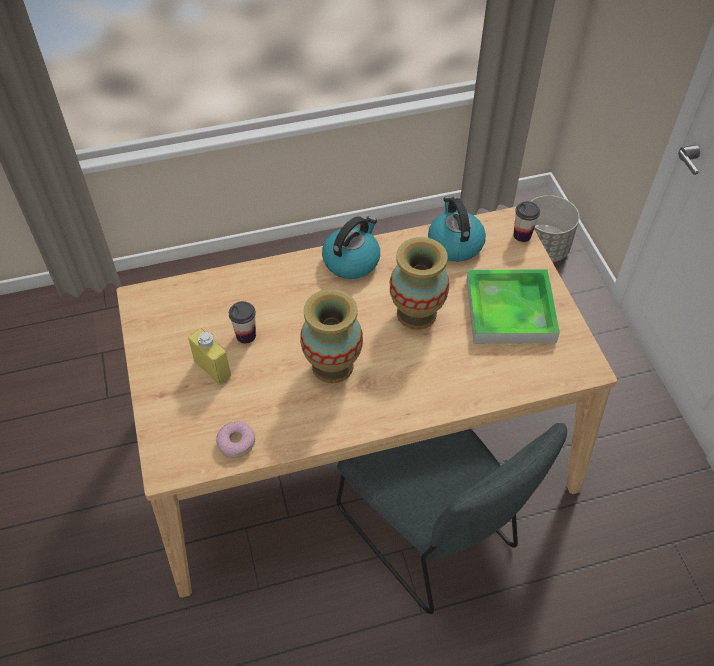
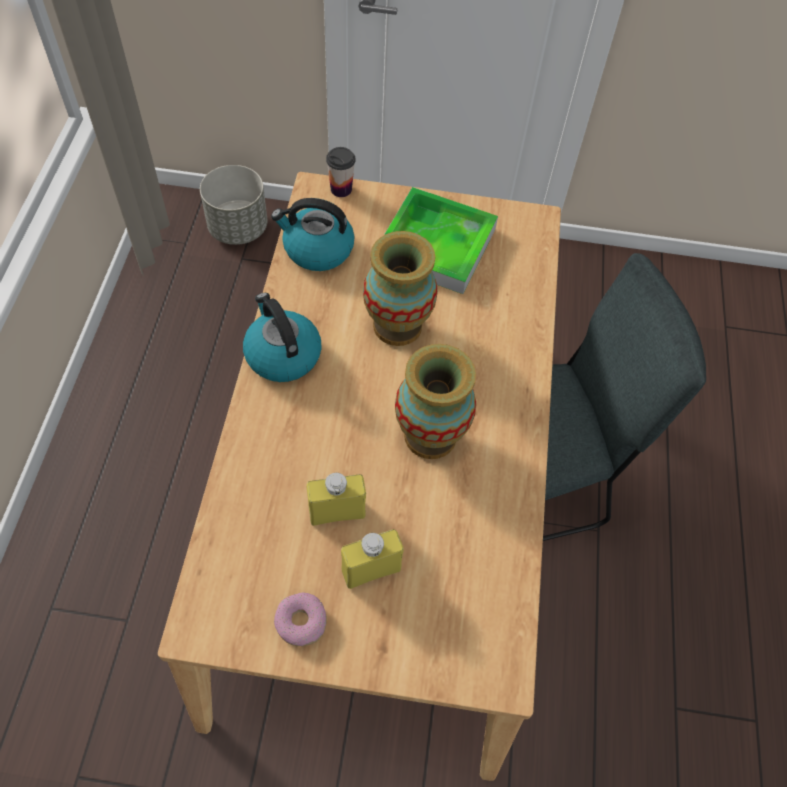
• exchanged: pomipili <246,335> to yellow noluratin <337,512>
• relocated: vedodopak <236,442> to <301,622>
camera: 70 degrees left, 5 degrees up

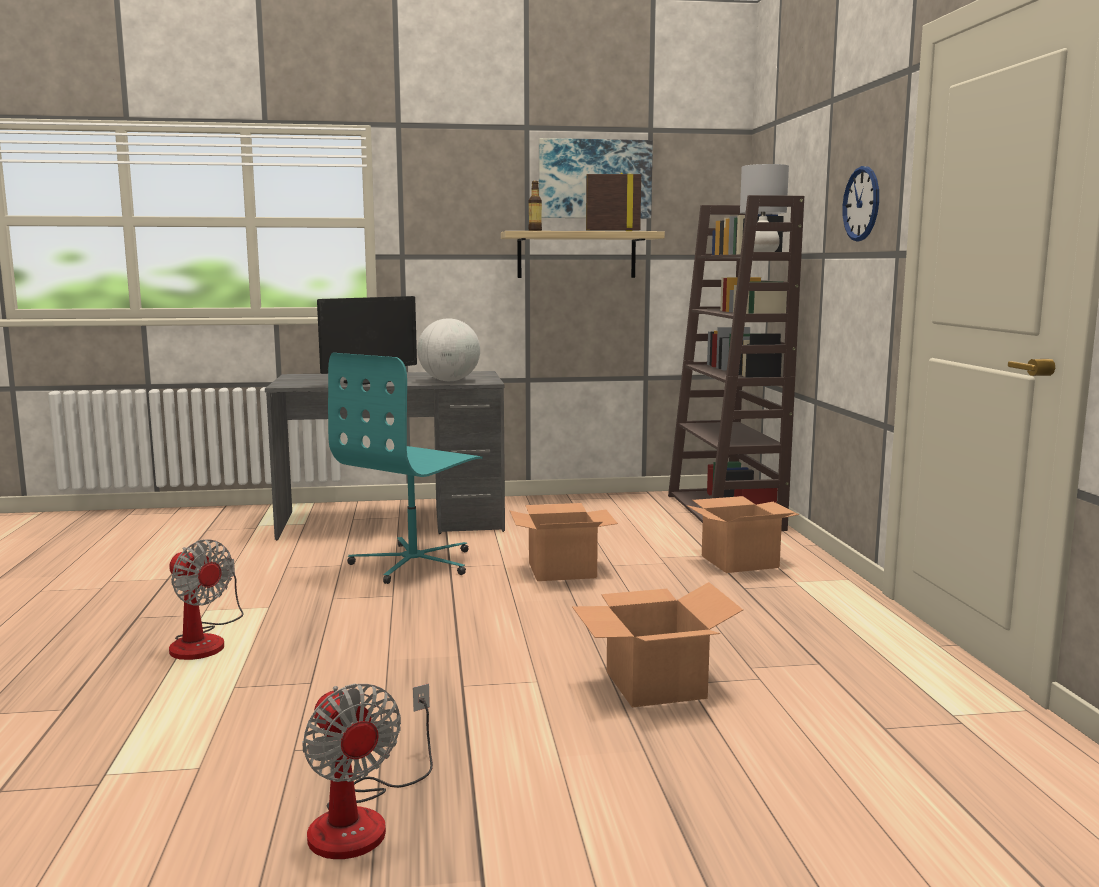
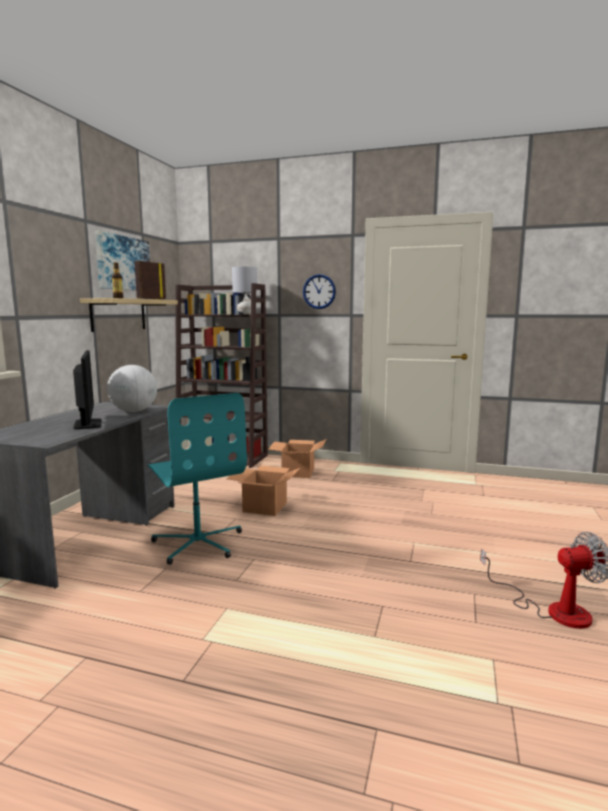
• missing: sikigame <204,640>
• missing: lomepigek <656,685>
camera: 65 degrees left, 0 degrees up

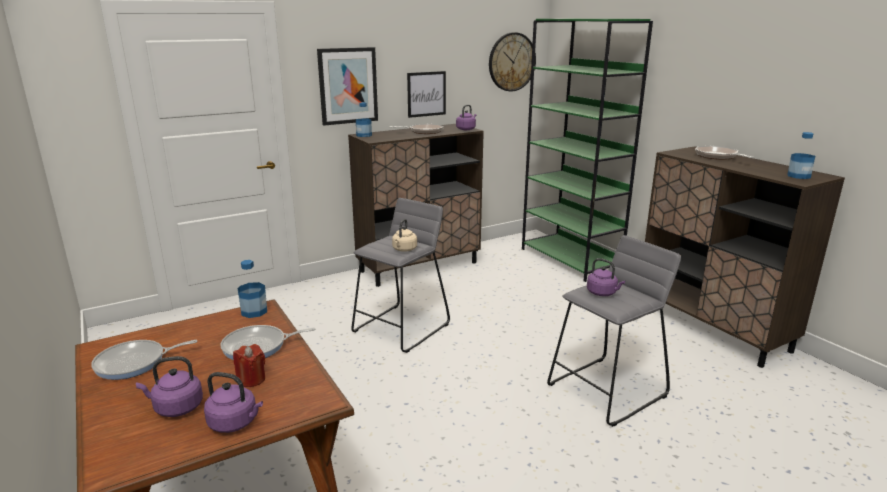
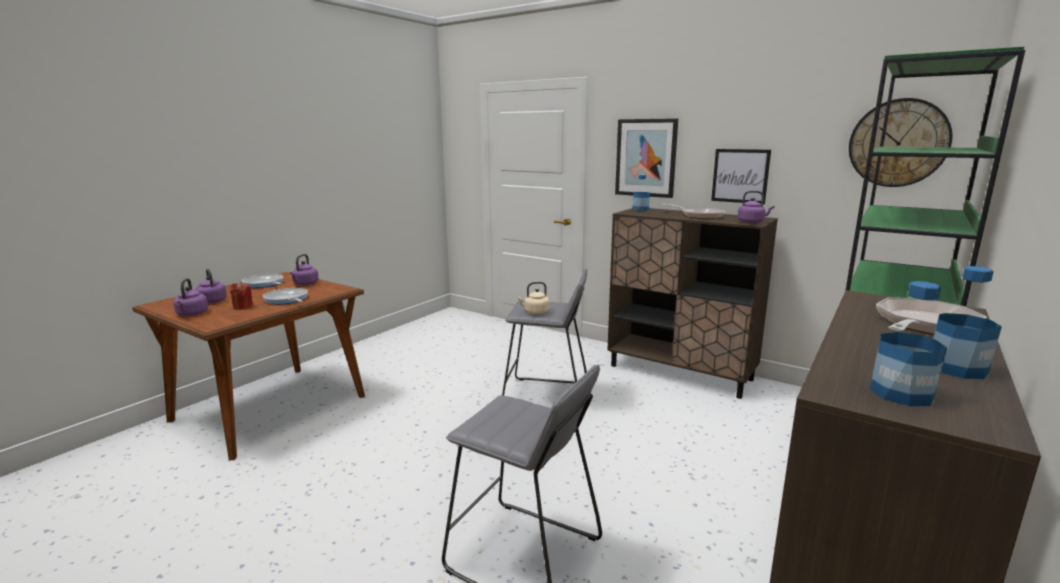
• relocated: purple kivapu <603,293> to <305,284>
• relocated: noluratin <254,311> to <957,368>
camera: 65 degrees right, 5 degrees down

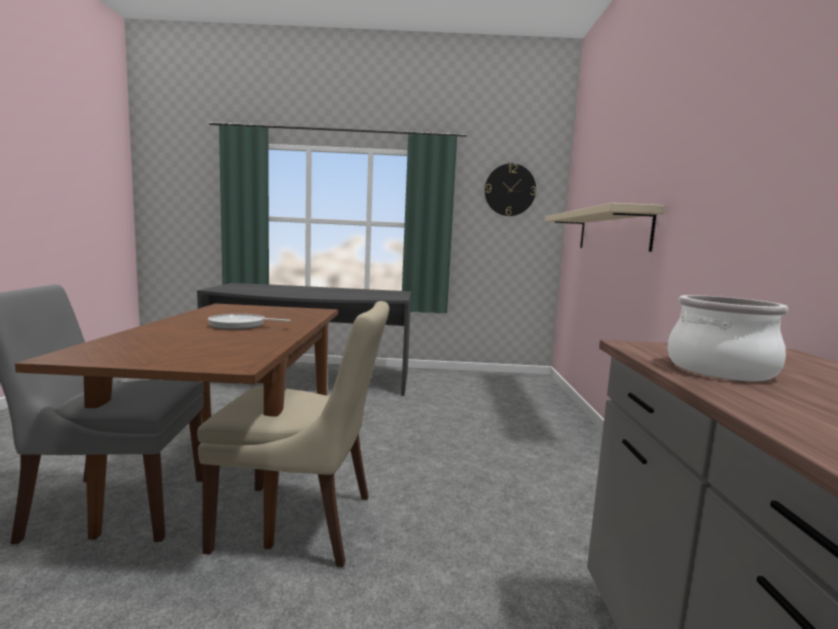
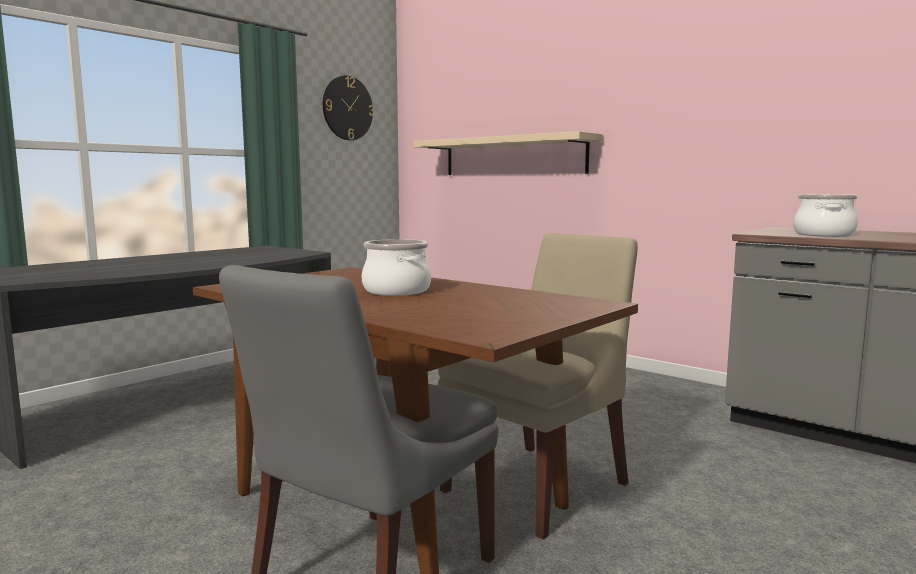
• exchanged: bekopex <240,325> to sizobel <397,291>
camera: 50 degrees left, 0 degrees up

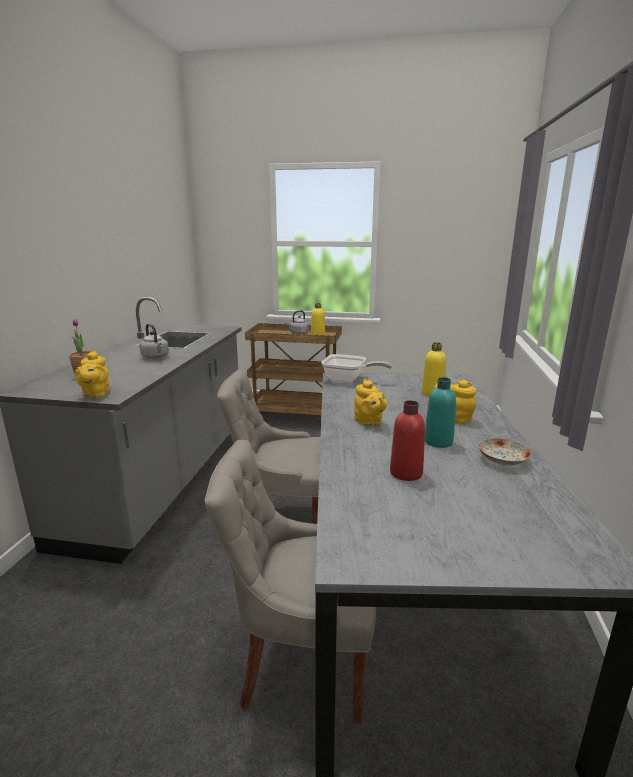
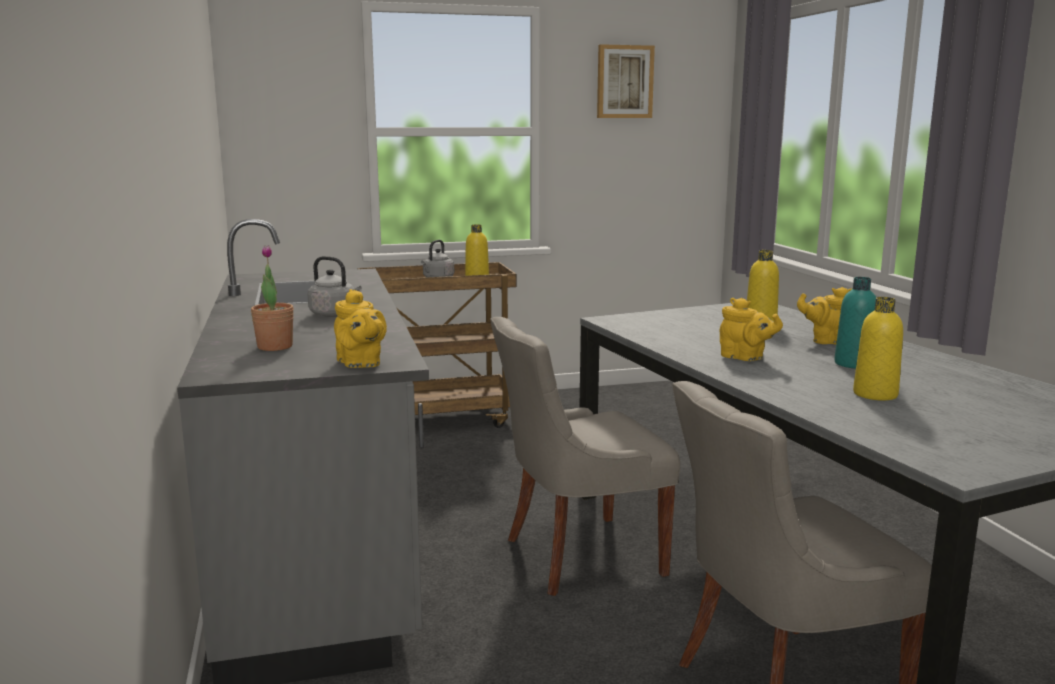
• missing: bekopex <348,380>
• colour: red noluratin <406,473> to yellow noluratin <875,394>
• missing: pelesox <502,460>
• appeared: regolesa <624,82>
camera: 25 degrees left, 5 degrees down

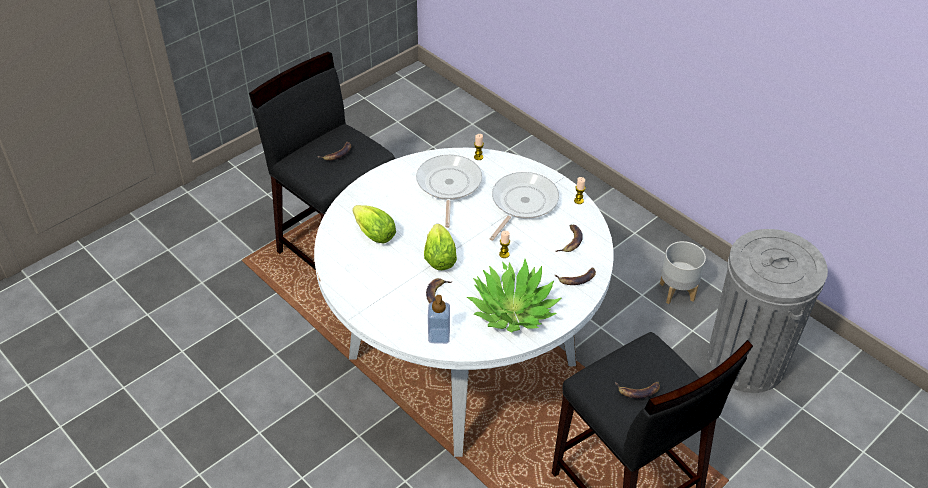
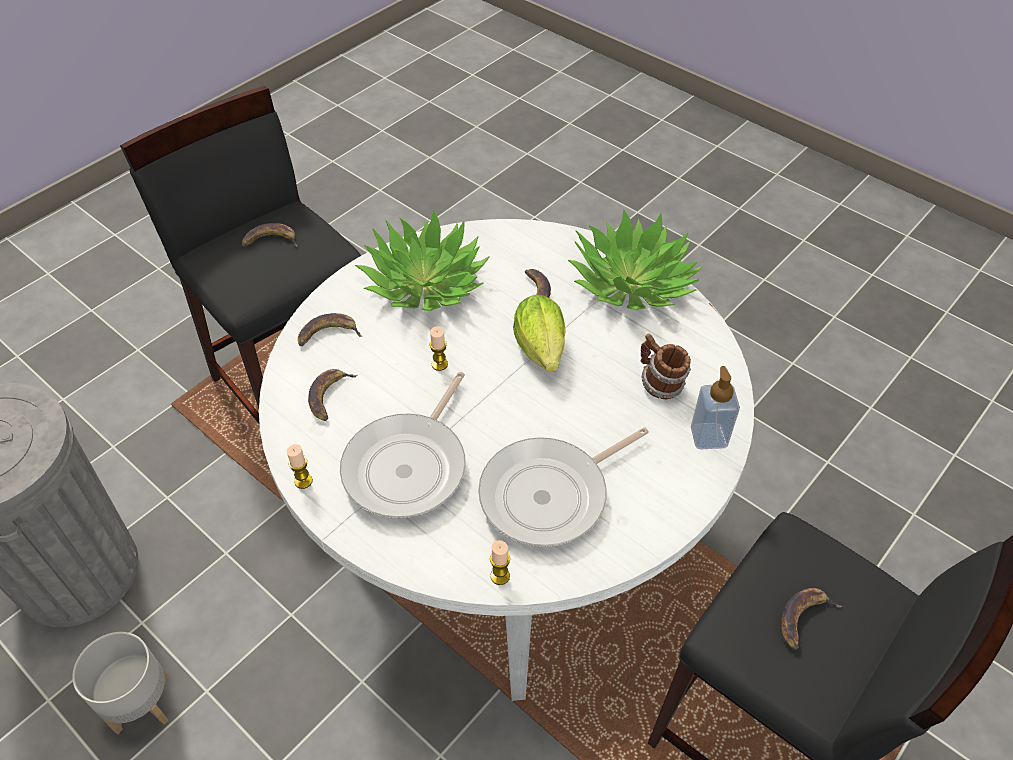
• spun: bekopex <448,186> = <550,494> 60 degrees clockwise
• exchanged: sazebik <372,233> to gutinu <659,384>
• relocated: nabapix <439,336> to <708,436>
• appeared: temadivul <632,283>
camera: 175 degrees right, 5 degrees up

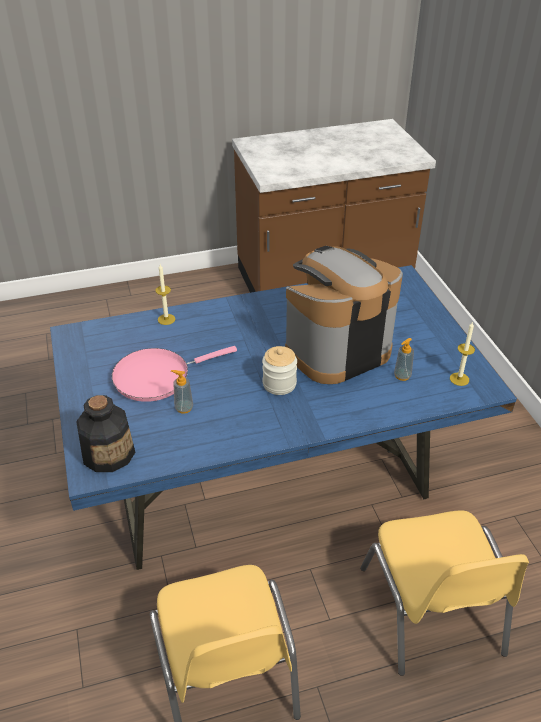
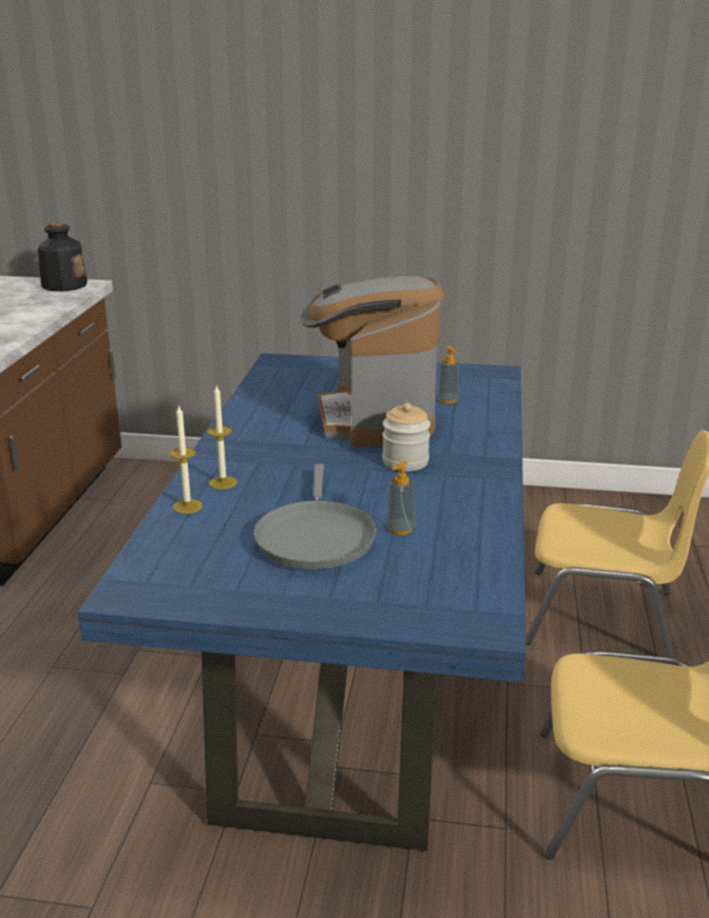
• relocated: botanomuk <459,379> to <223,482>
• colour: pink bekopex <157,377> to grey bekopex <315,536>
• relocated: noluratin <108,453> to <64,285>
camera: 65 degrees left, 15 degrees down

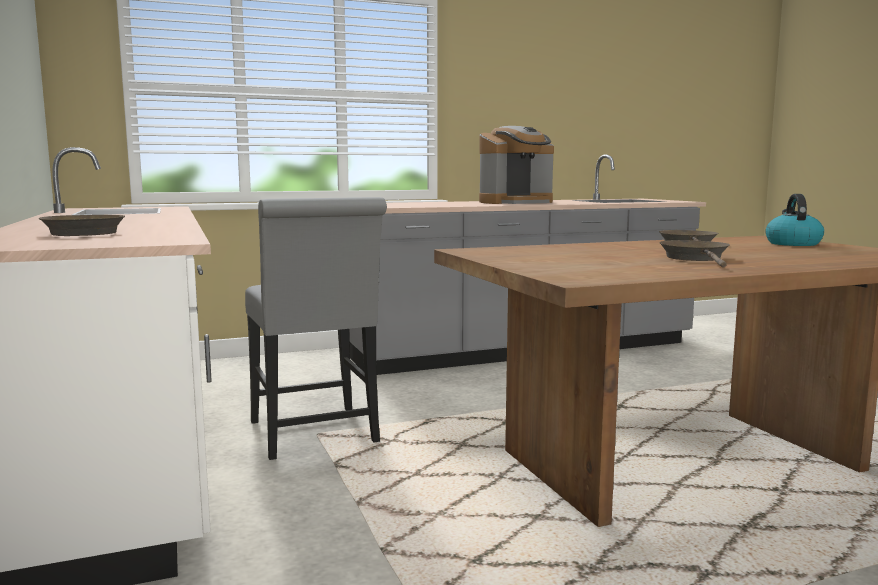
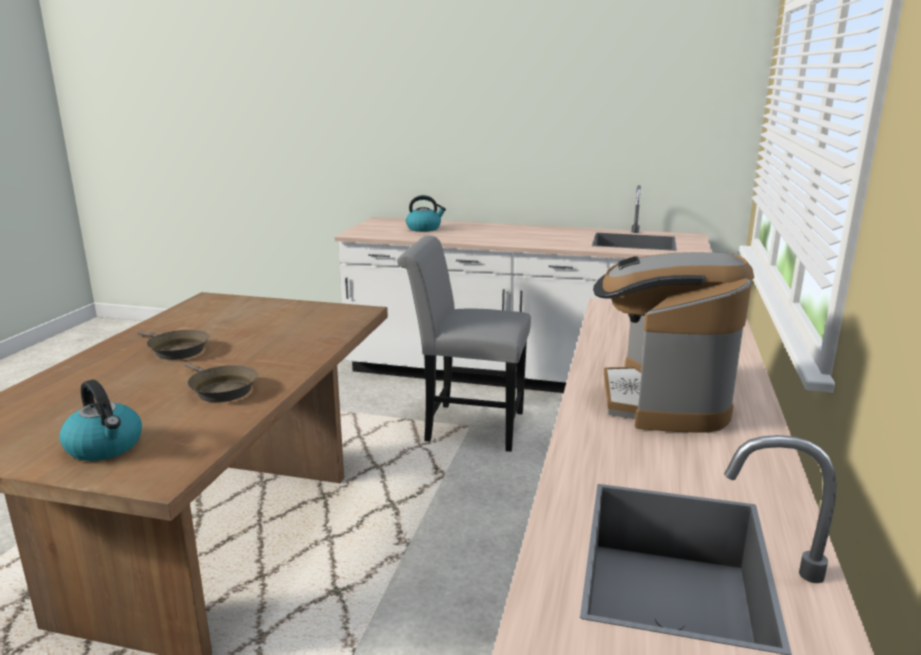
• exchanged: brown bekopex <84,233> to kivapu <424,228>
camera: 125 degrees right, 10 degrees up

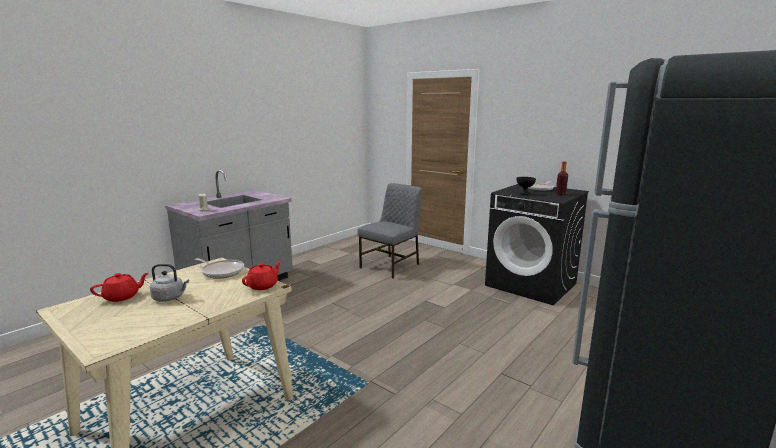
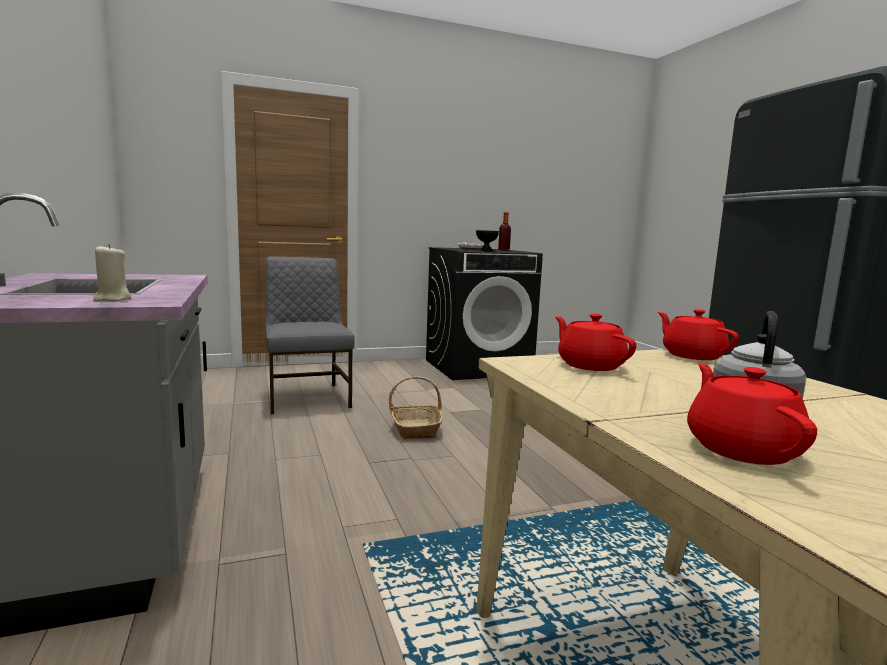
• exchanged: bekopex <222,272> to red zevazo <590,365>
• appeared: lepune <415,429>
camera: 60 degrees left, 5 degrees down

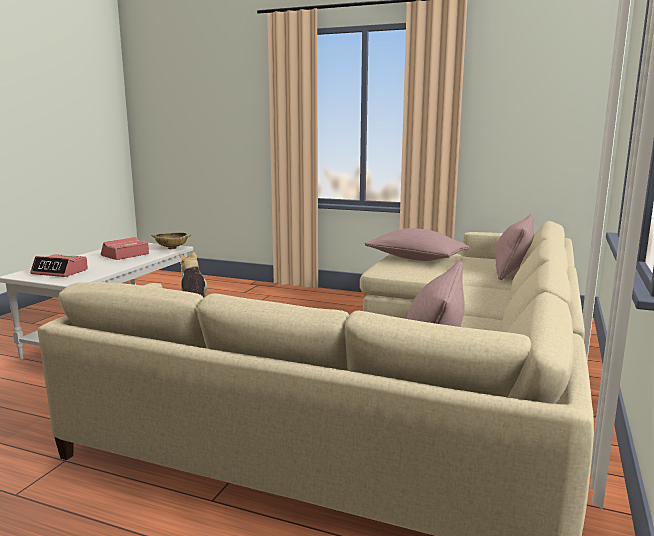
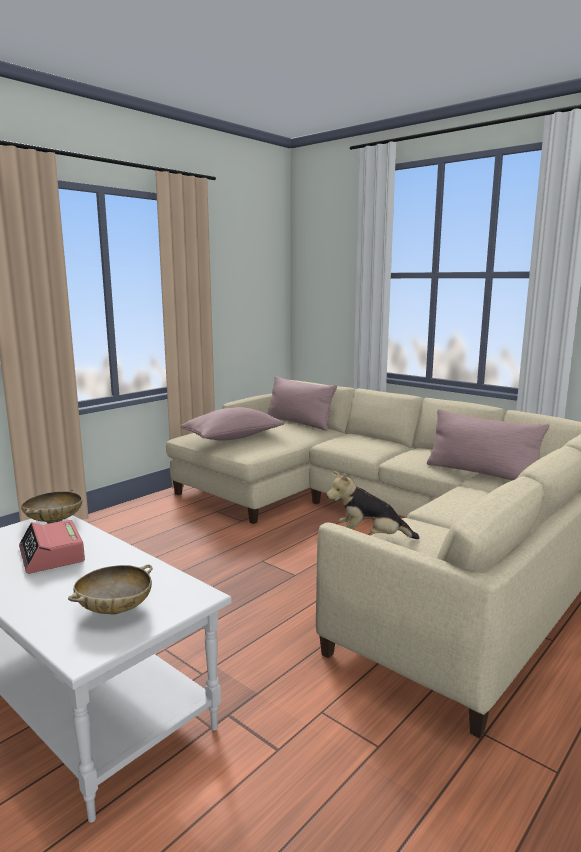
• exchanged: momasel <60,272> to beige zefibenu <114,609>
camera: 70 degrees left, 0 degrees up

